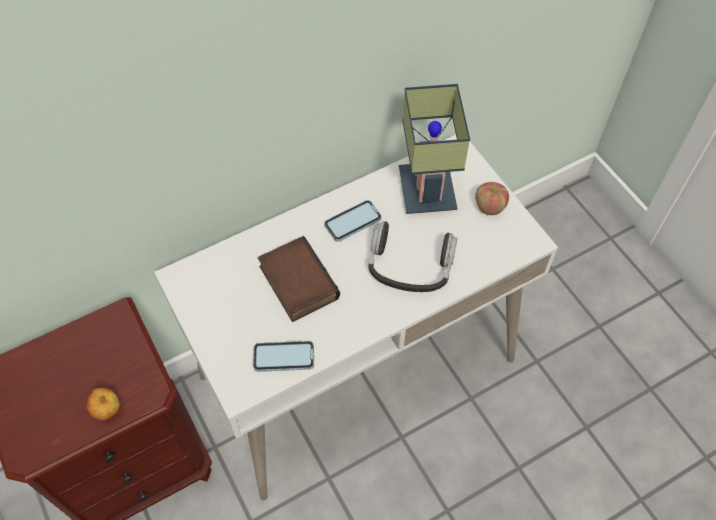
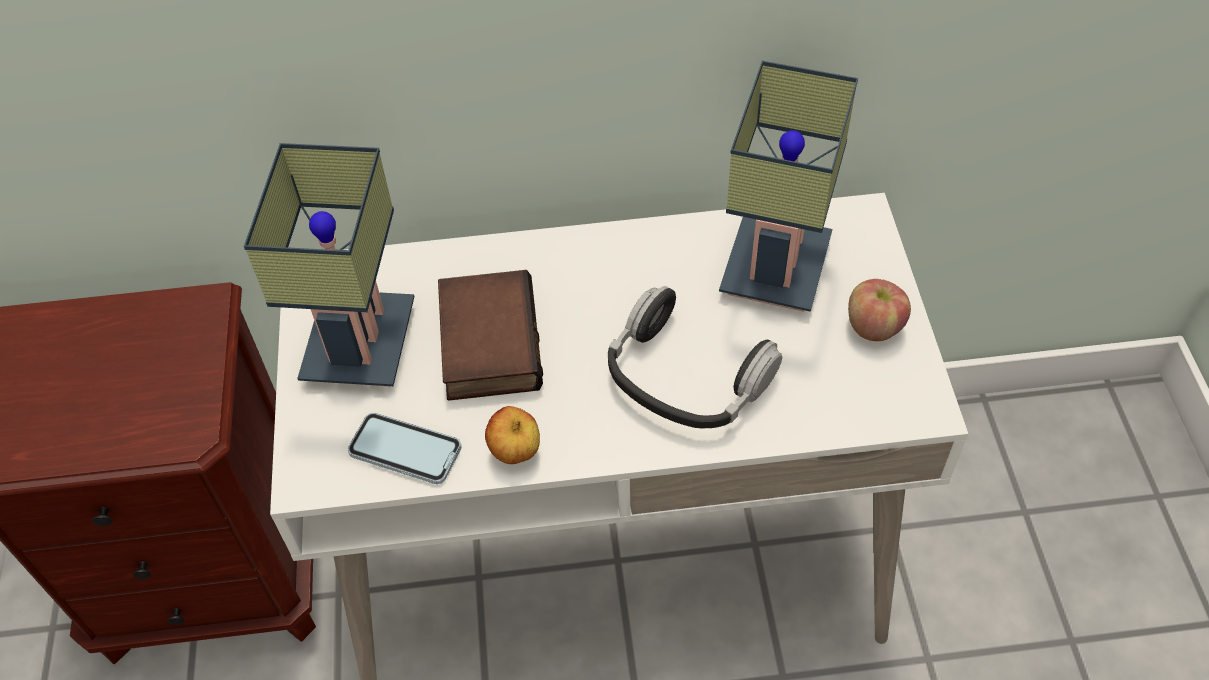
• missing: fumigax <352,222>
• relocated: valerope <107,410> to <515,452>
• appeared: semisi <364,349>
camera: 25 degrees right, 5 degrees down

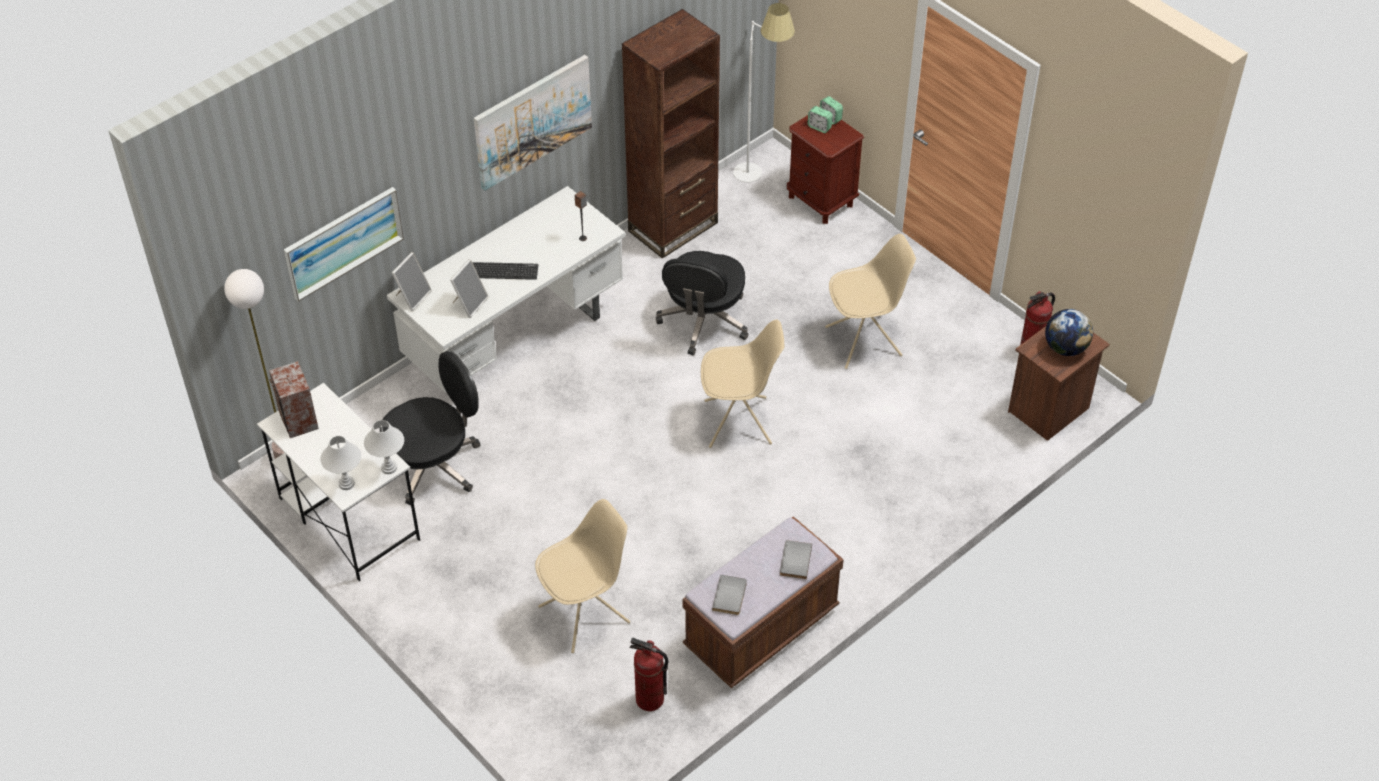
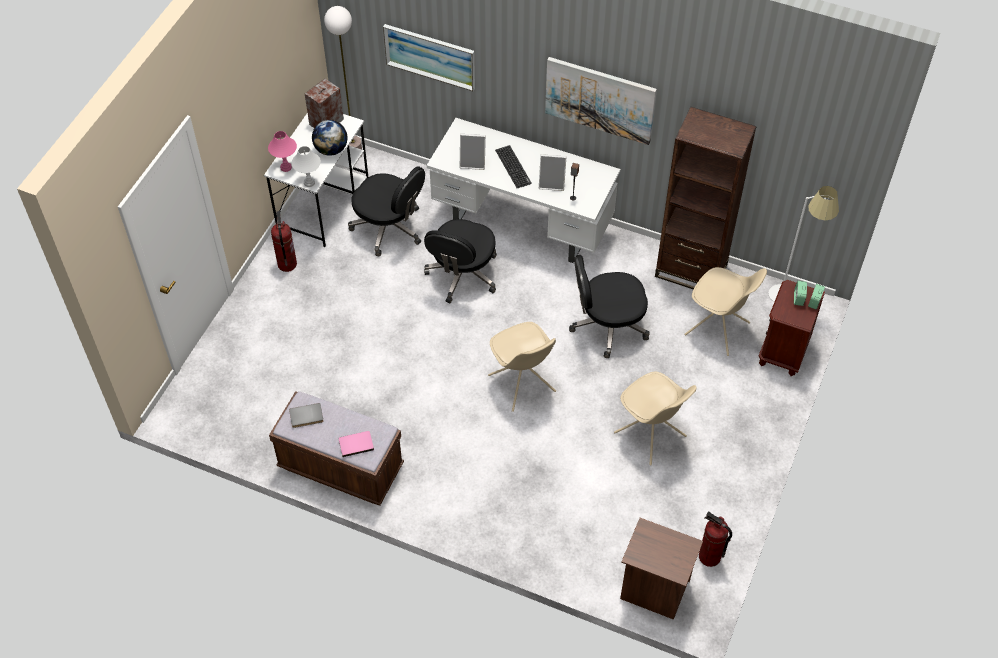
• relocated: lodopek <412,296> to <552,183>
• relocated: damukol <1065,348> to <331,149>
• colour: white semisi <346,484> to pink semisi <285,167>
• relocated: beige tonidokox <586,614> to <718,329>
• colour: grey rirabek <794,560> to pink rirabek <356,443>
• relocated: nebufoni <649,699> to <287,264>
• appeared: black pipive <462,275>
camera: 65 degrees right, 5 degrees up

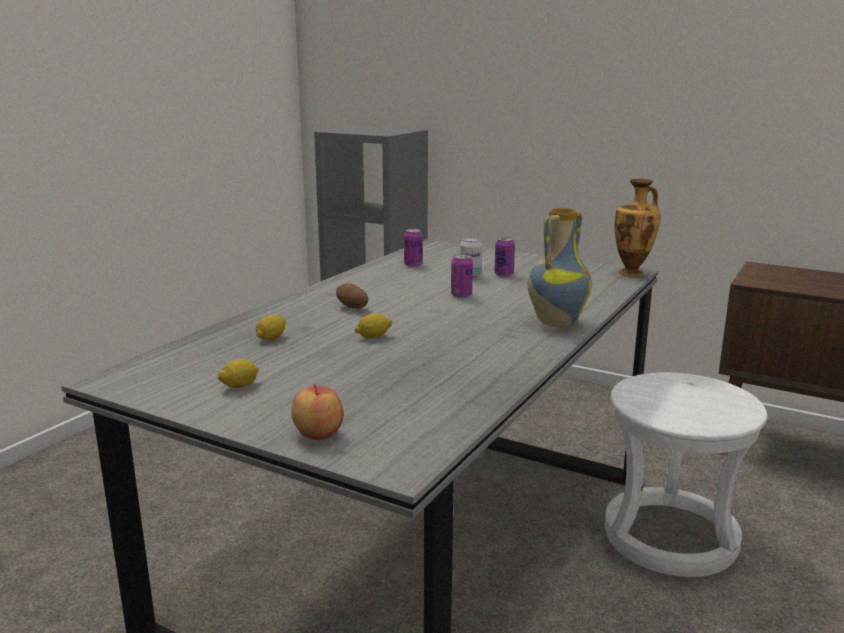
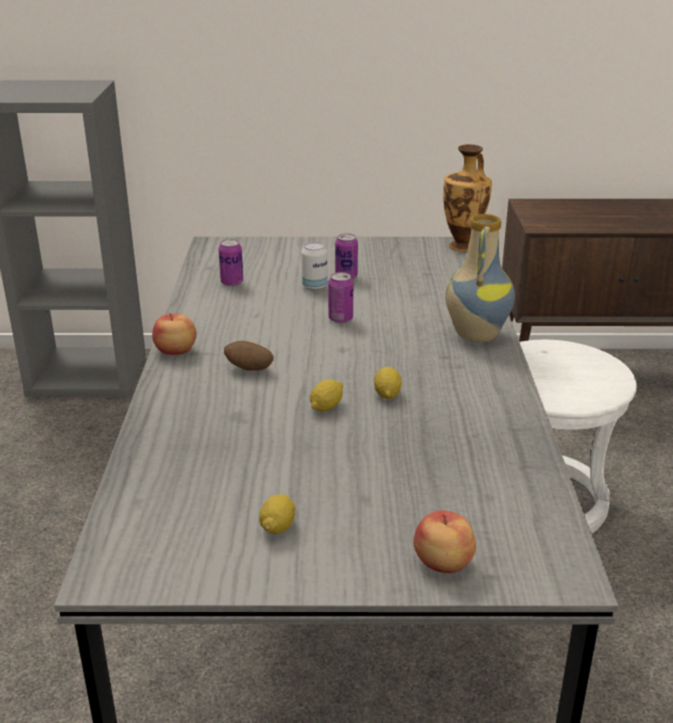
• relocated: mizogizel <271,338> to <387,394>
• appeared: valerope <176,351>
camera: 30 degrees left, 10 degrees up

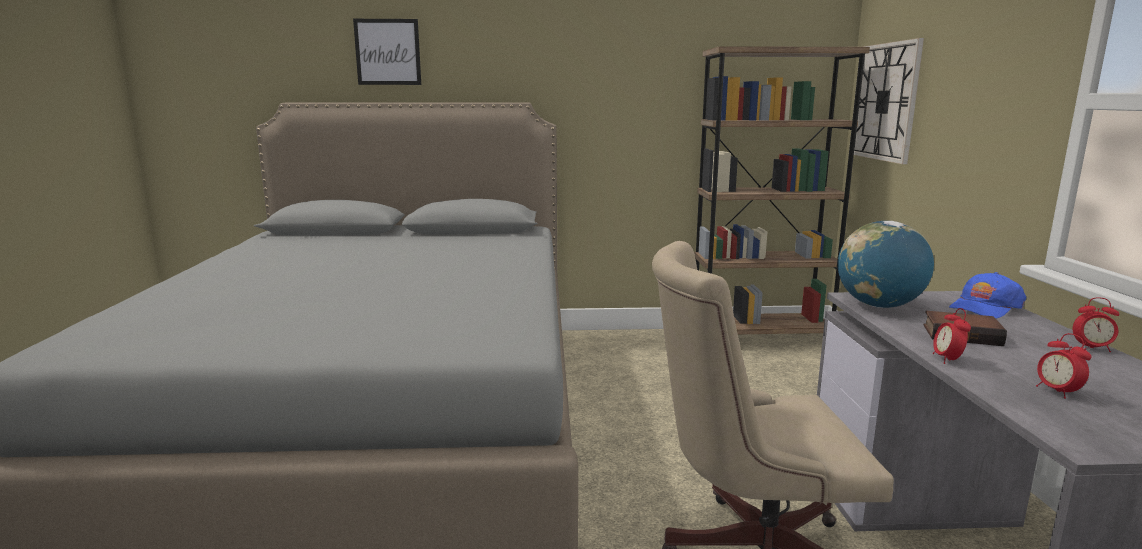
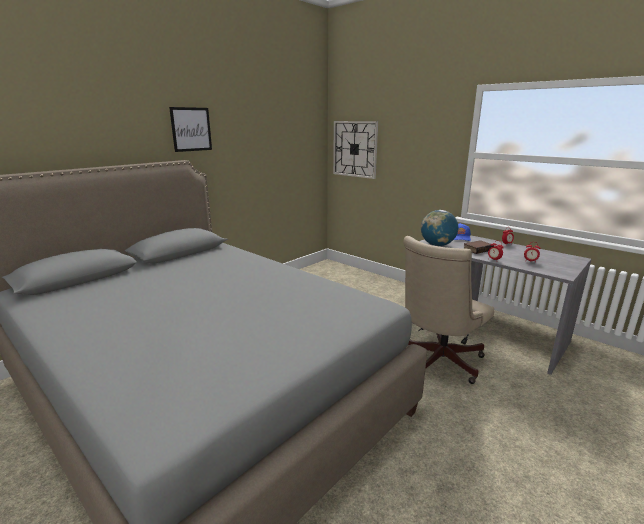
• relocated: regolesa <388,52> to <191,129>
• missing: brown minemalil <759,340>
camera: 45 degrees left, 5 degrees up

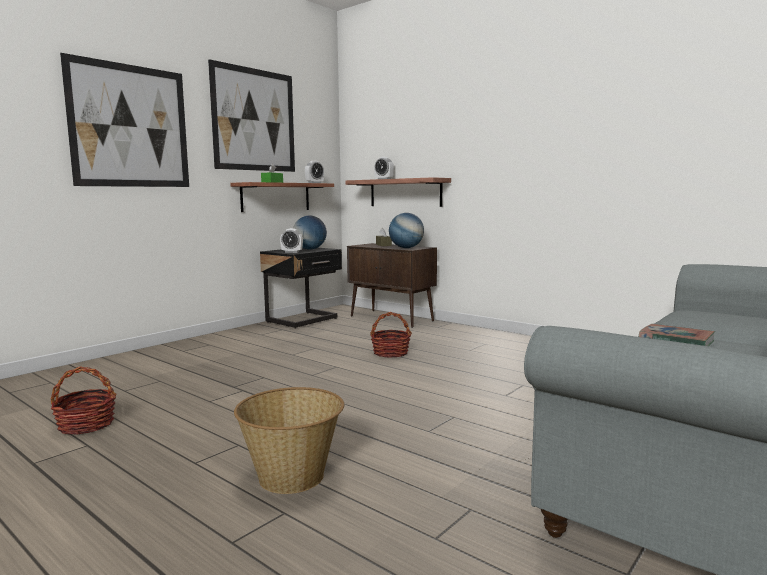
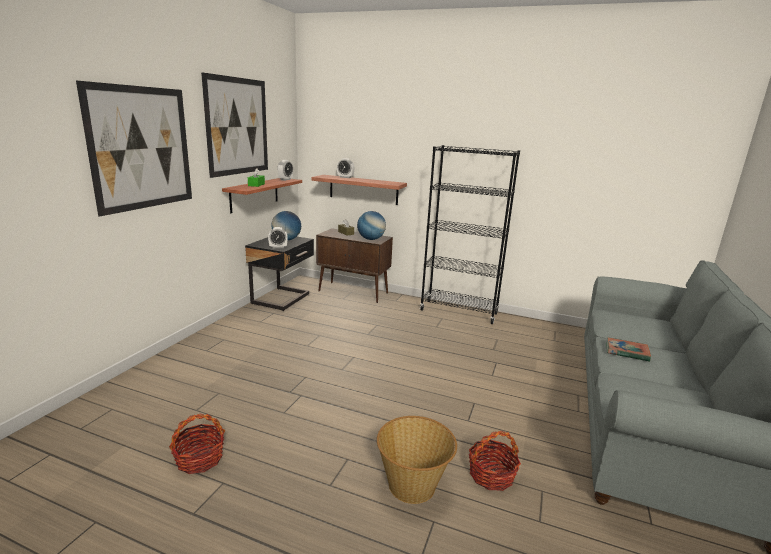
• relocated: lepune <390,353> to <491,475>
• appeared: black minemalil <459,312>
camera: 20 degrees left, 10 degrees up

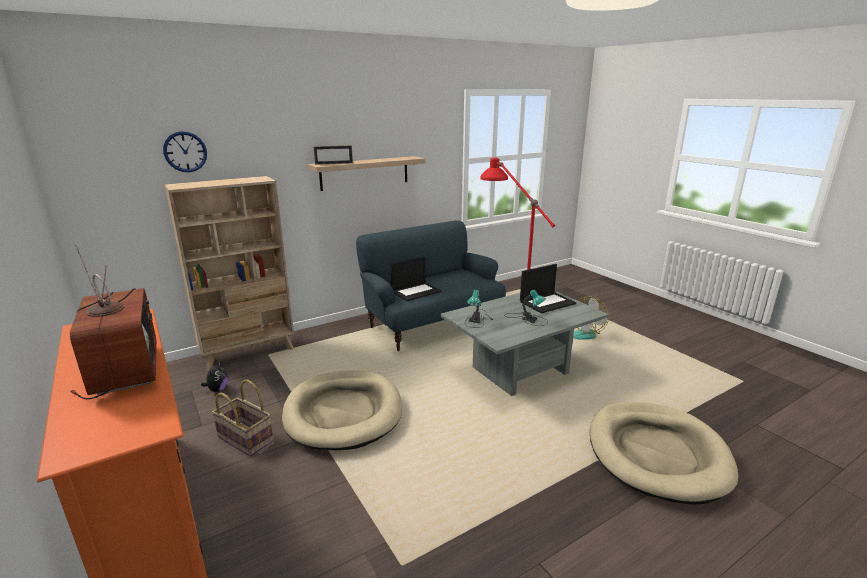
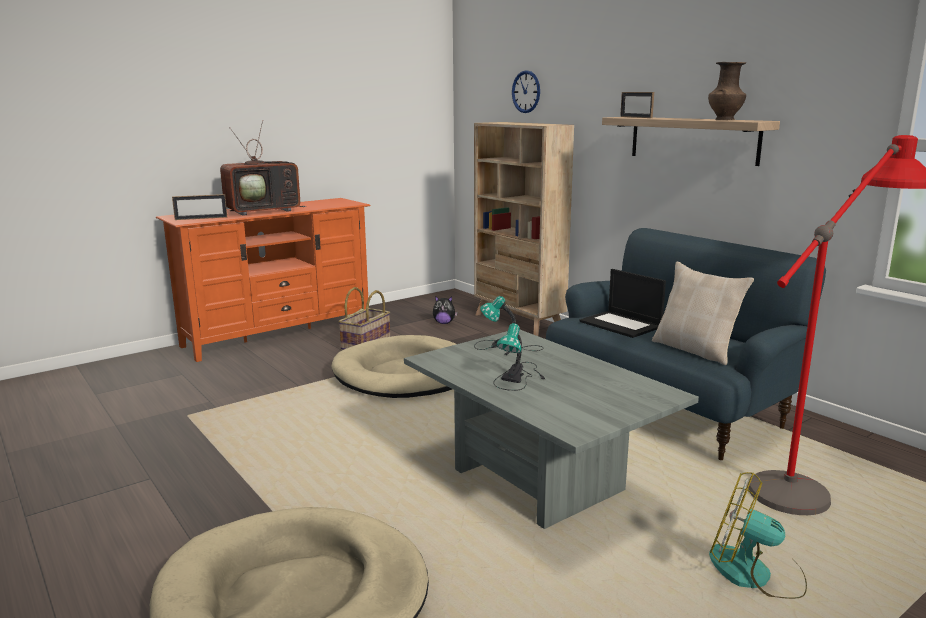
• missing: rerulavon <547,302>
• appeared: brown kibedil <724,120>
• appeared: lodopek <201,218>
• appeared: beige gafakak <696,350>
camera: 85 degrees right, 5 degrees down

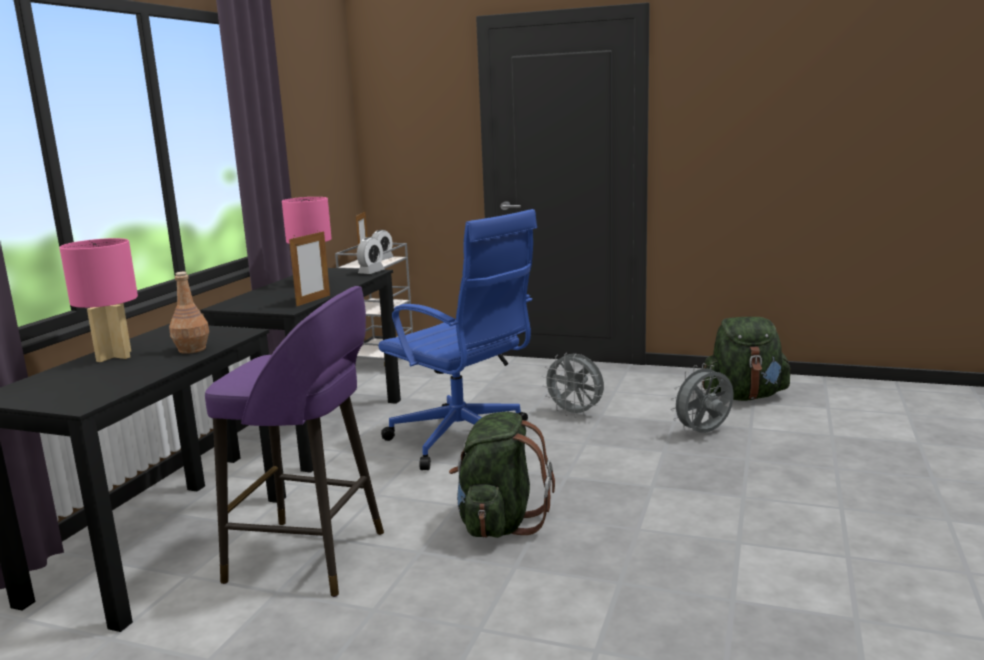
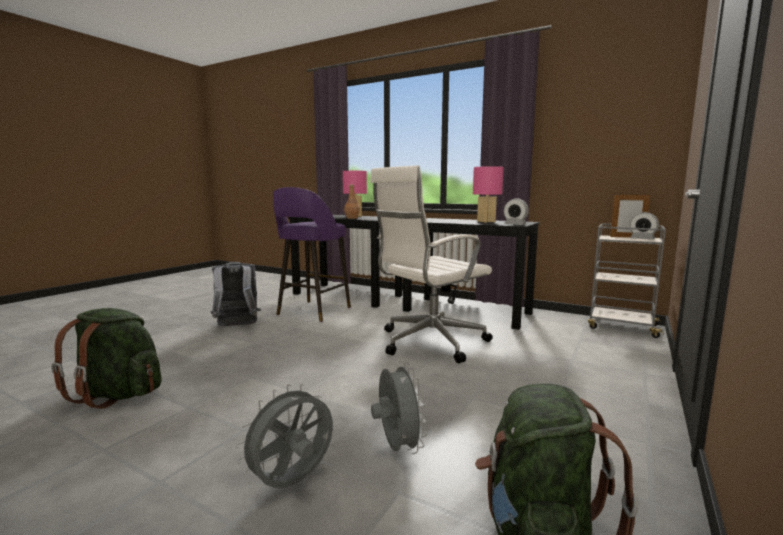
• colour: blue pipive <463,441> to white pipive <429,342>
• missing: lodopek <313,300>
• relocated: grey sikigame <575,414> to <293,483>
• relocated: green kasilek <499,523> to <118,394>
• appeared: grey kasilek <237,326>
camera: 100 degrees right, 5 degrees down

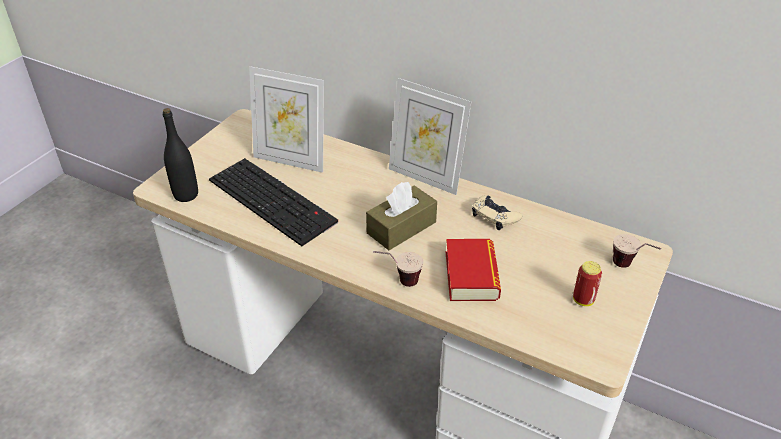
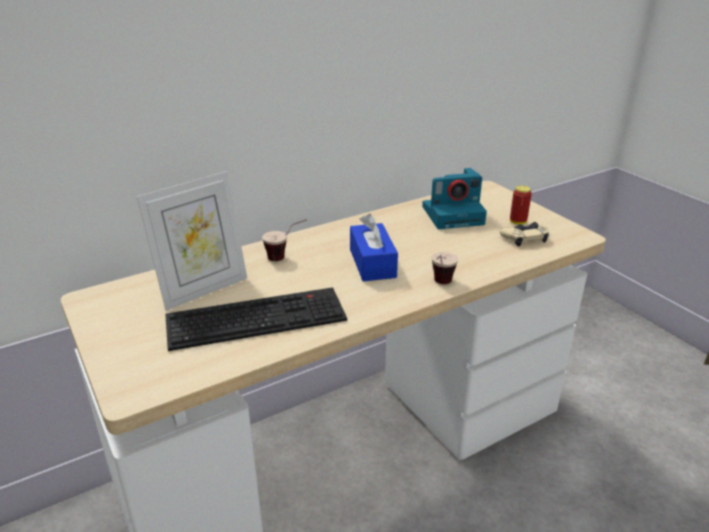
• missing: lodopek <426,177>
• missing: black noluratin <186,195>
• colour: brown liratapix <401,227> to blue liratapix <372,263>
• relocated: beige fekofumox <494,216> to <524,238>
• relocated: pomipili <630,268> to <286,257>
• missing: rirabek <471,275>
• appeared: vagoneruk <454,215>
camera: 60 degrees left, 10 degrees down

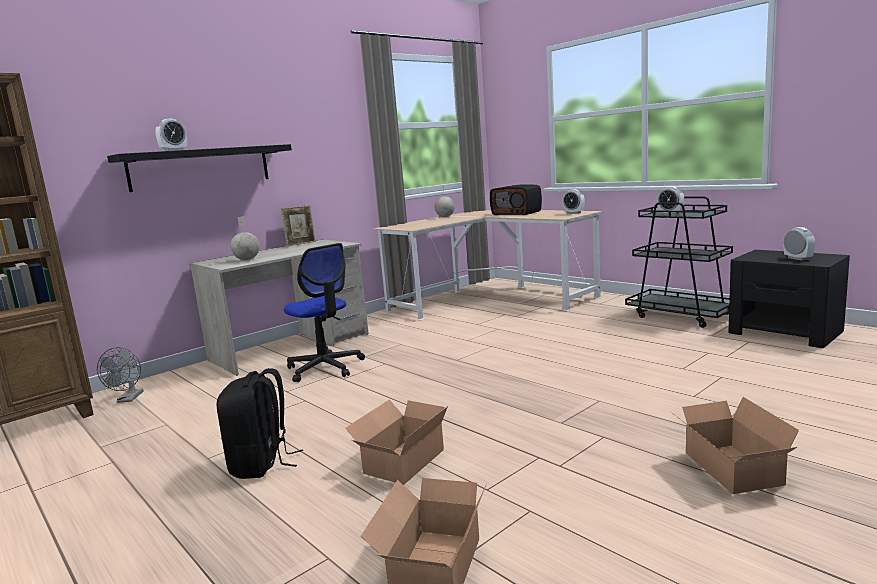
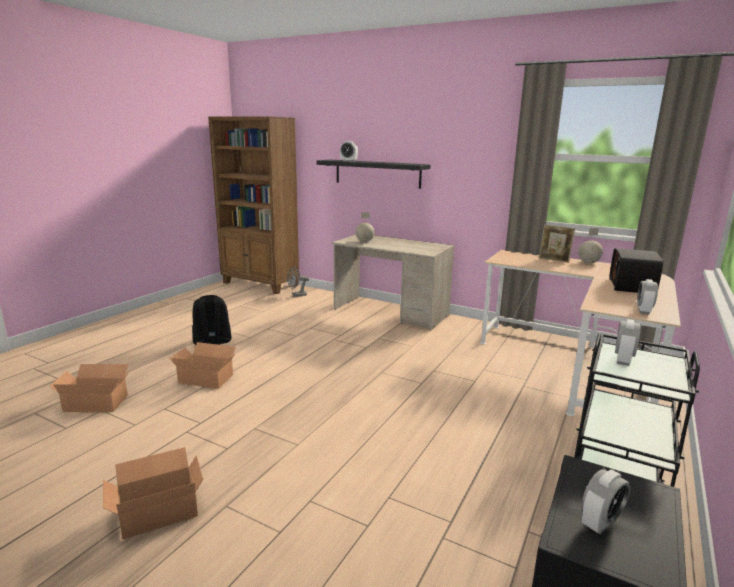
• relocated: lodopek <301,244> to <554,260>
• missing: pipive <325,368>
camera: 70 degrees right, 5 degrees up

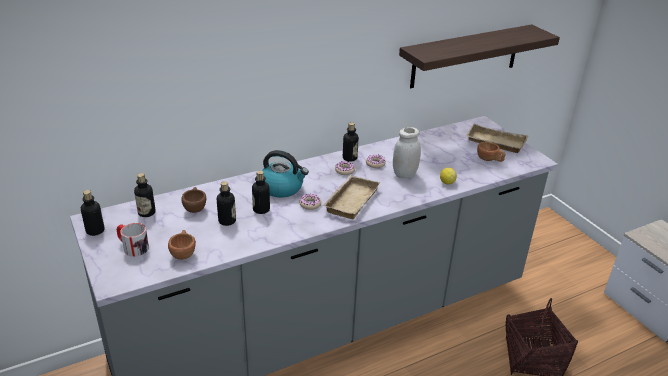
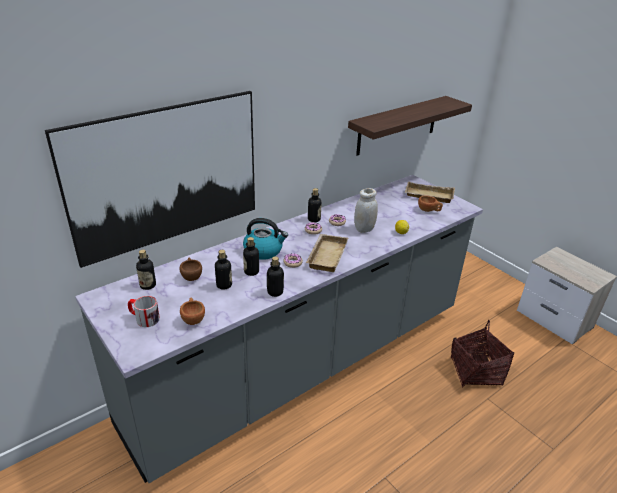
• relocated: noluratin <95,230> to <275,292>
• appeared: regolesa <166,175>
camera: 10 degrees left, 0 degrees up

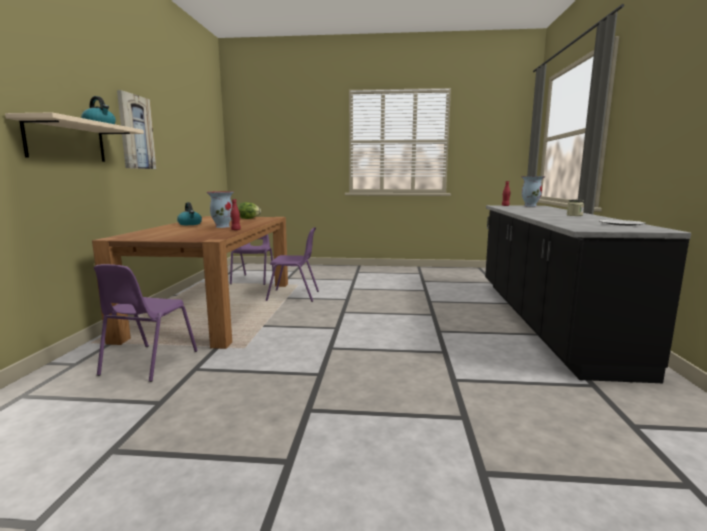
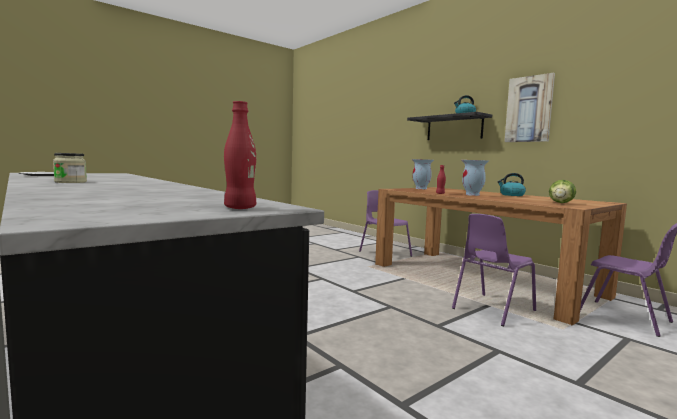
• colour: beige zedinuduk <66,141> to black zedinuduk <454,128>
• relocated: kibedil <530,206> to <421,188>
camera: 135 degrees right, 5 degrees down

